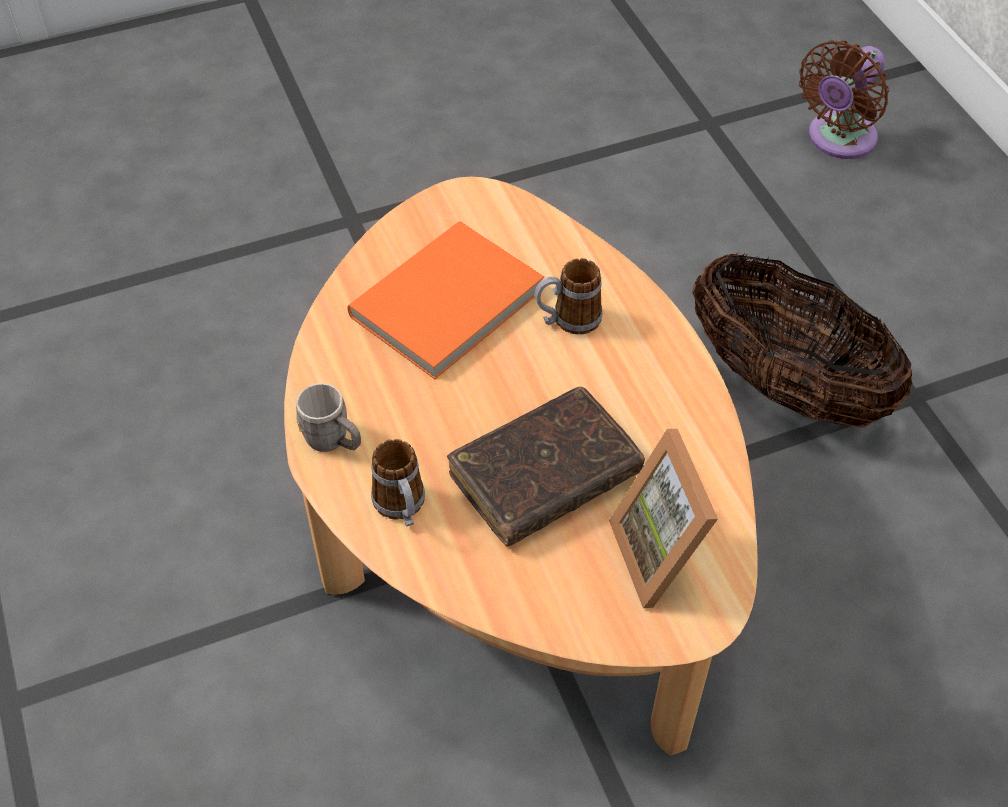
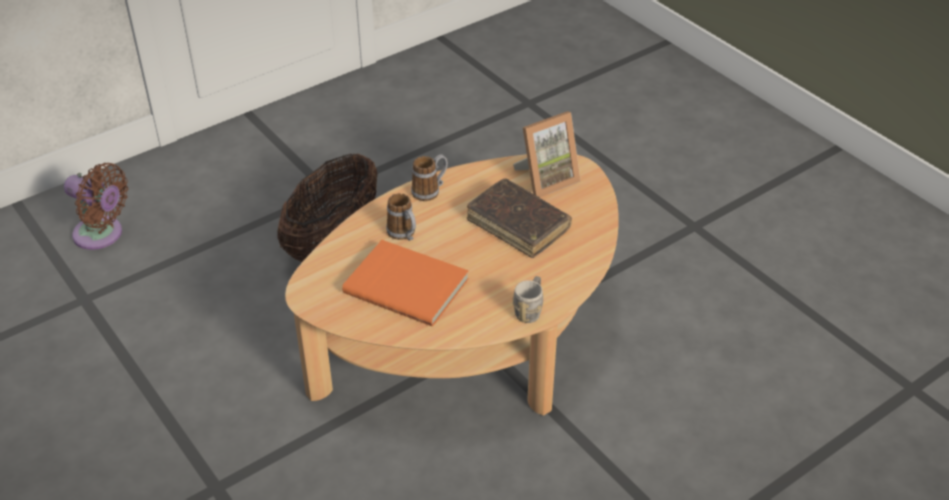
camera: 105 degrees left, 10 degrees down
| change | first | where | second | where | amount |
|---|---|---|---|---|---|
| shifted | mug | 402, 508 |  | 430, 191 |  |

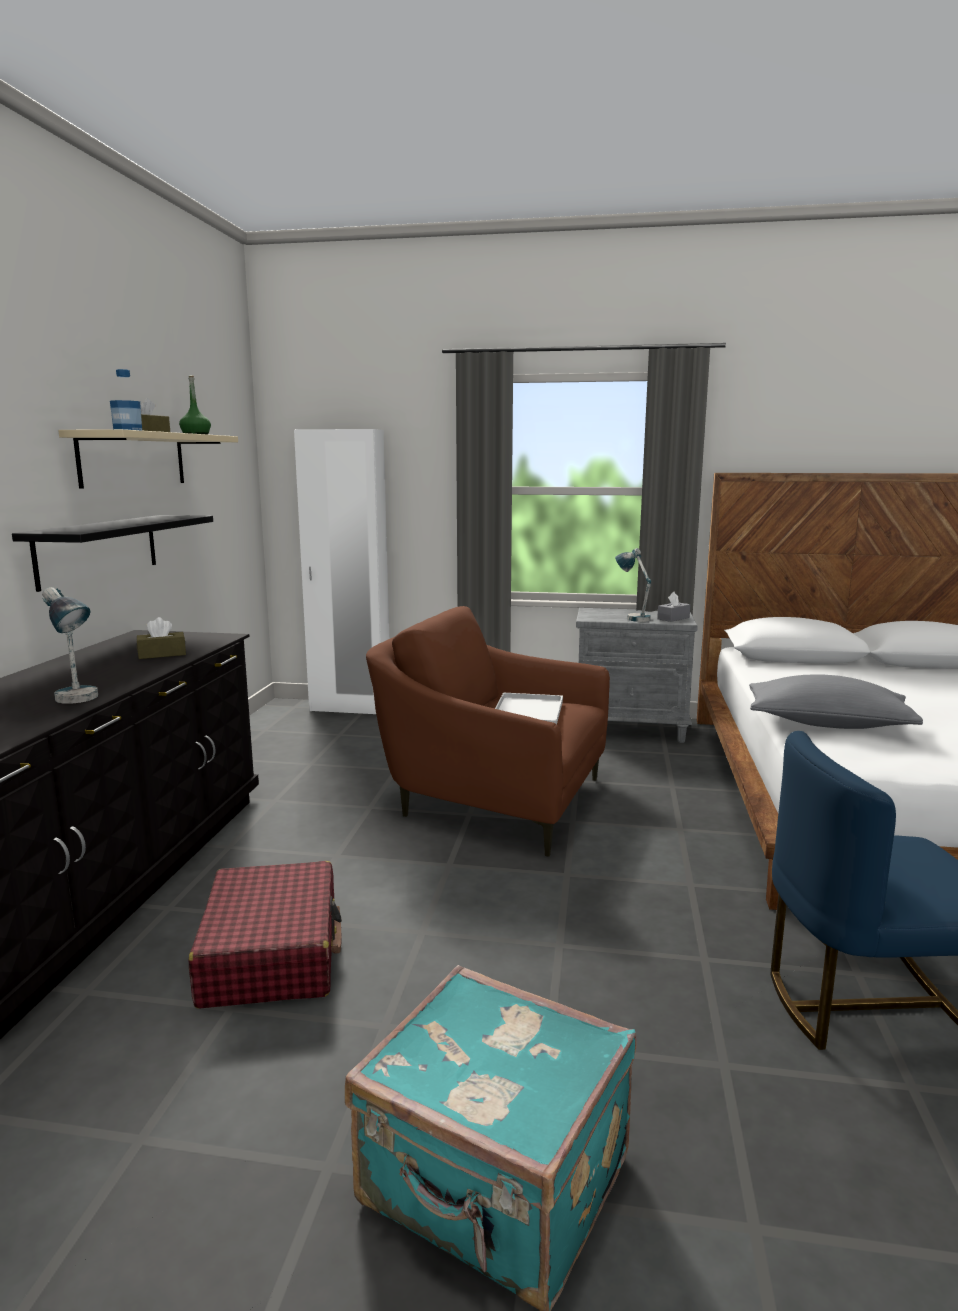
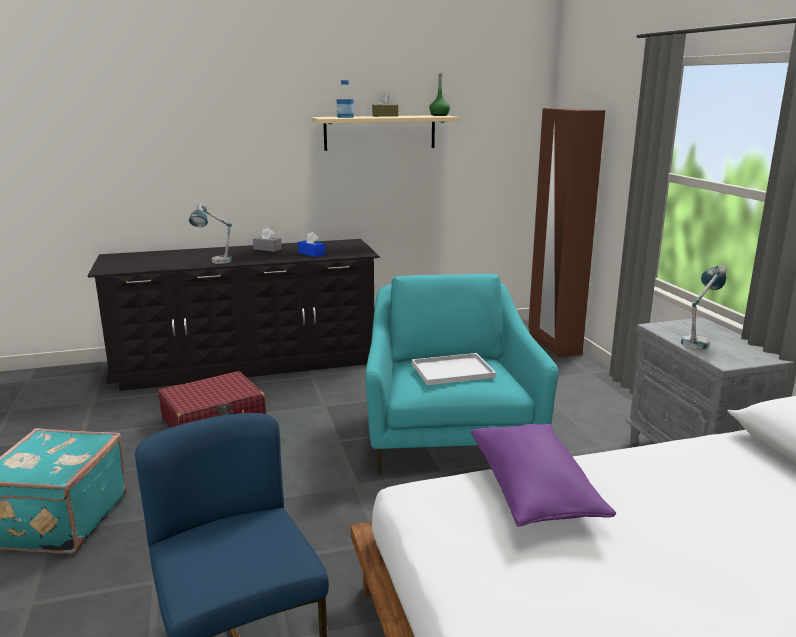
camera: 65 degrees right, 5 degrees up
| change | first | where | second | where | amount |
|---|---|---|---|---|---|
| shifted | boîte à mouchoirs [gris] | 673, 618 |  | 267, 249 |  |
| repainted | boîte à mouchoirs [marron] | 162, 654 | boîte à mouchoirs [bleu] | 311, 253 |  |
| repainted | fauteuil [marron] | 493, 800 | fauteuil [turquoise] | 449, 433 |  |
| repainted | coussin [gris] | 827, 724 | coussin [violet] | 534, 491 |  |
| repainted | armoire [blanc] | 350, 708 | armoire [marron] | 553, 344 |  |
| gone | étagère [noir] | 99, 549 |  |  |  |

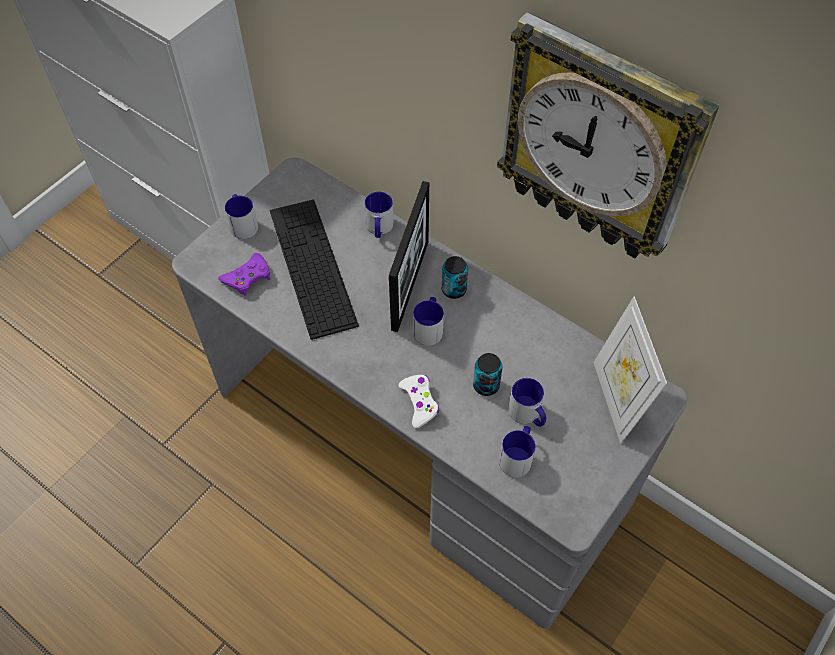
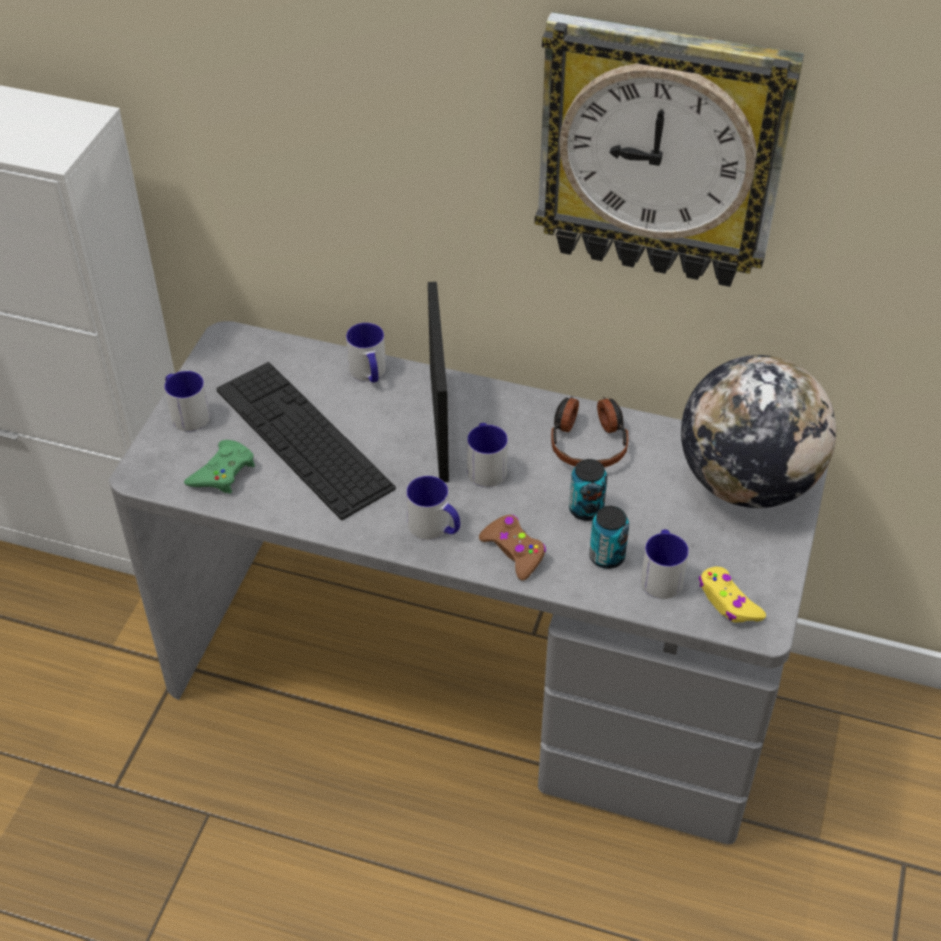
camera: 20 degrees left, 10 degrees down
| change | first | where | second | where | amount |
|---|---|---|---|---|---|
| repainted | manette [violet] | 247, 277 | manette [vert] | 223, 472 |  |
| shifted | mug | 527, 415 |  | 435, 528 |  |
| repainted | manette [blanc] | 419, 402 | manette [marron] | 514, 551 |  |
| new |  |  | casque audio | 588, 441 |  |
| shifted | boîte métallique | 454, 289 |  | 607, 557 |  |
| swapped | cadre photo | 616, 400 | globe | 746, 482 |  |
| new |  |  | manette [jaune] | 728, 602 |  |

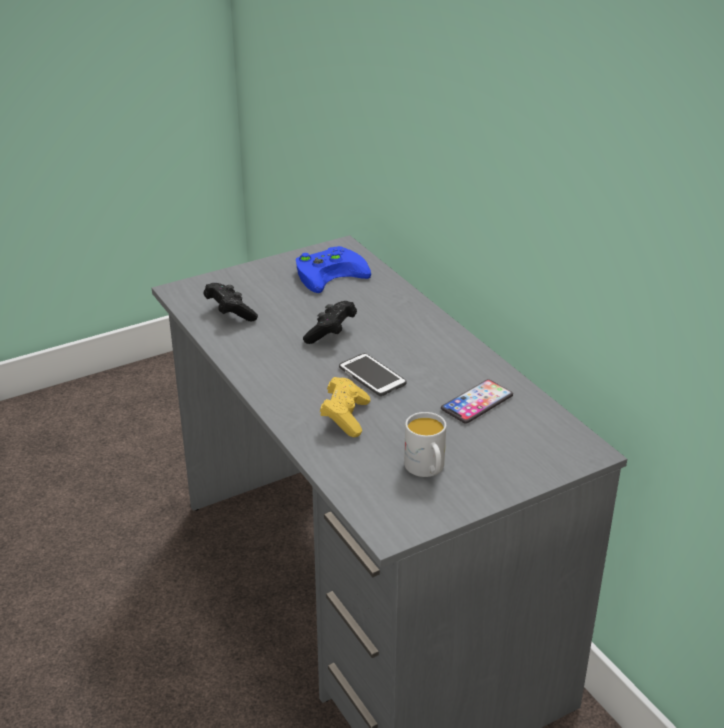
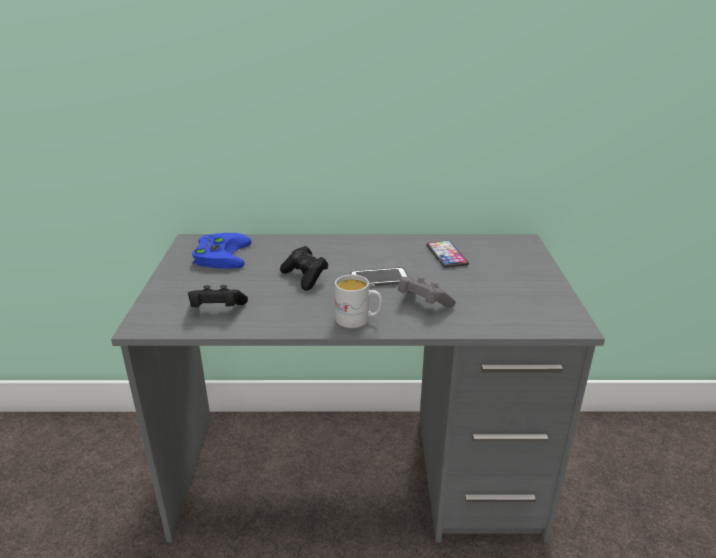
camera: 60 degrees left, 5 degrees down
| change | first | where | second | where | amount |
|---|---|---|---|---|---|
| shifted | mug [blanc] | 427, 469 |  | 358, 320 |  |
| repainted | manette [jaune] | 345, 417 | manette [gris] | 423, 303 |  |

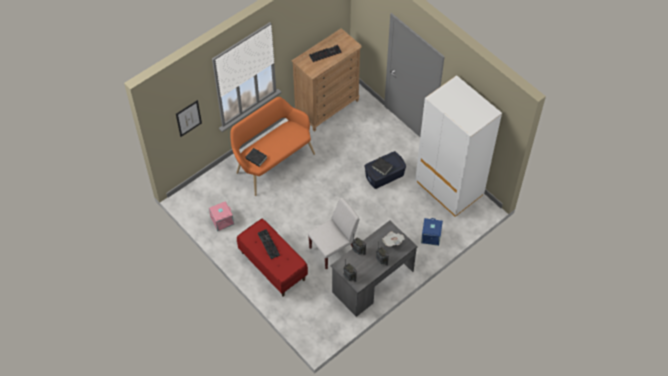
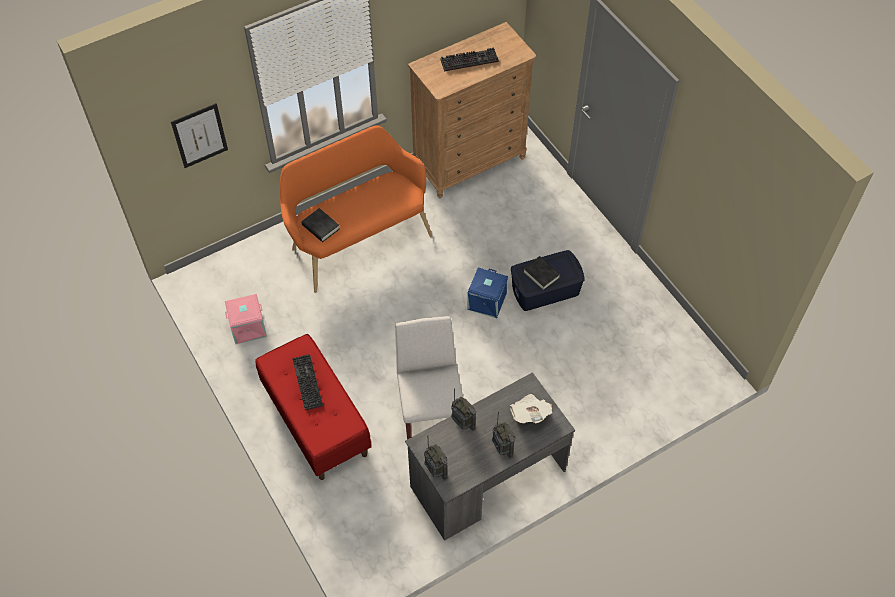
camera: 10 degrees right, 0 degrees up
| change | first | where | second | where | amount |
|---|---|---|---|---|---|
| rotated | chaise [blanc] | 333, 249 |  | 429, 407 | 75 degrees counterclockwise |
| shifted | boîte de rangement [bleu] | 431, 236 |  | 487, 302 |  |
| gone | armoire [blanc] | 449, 189 |  |  |  |

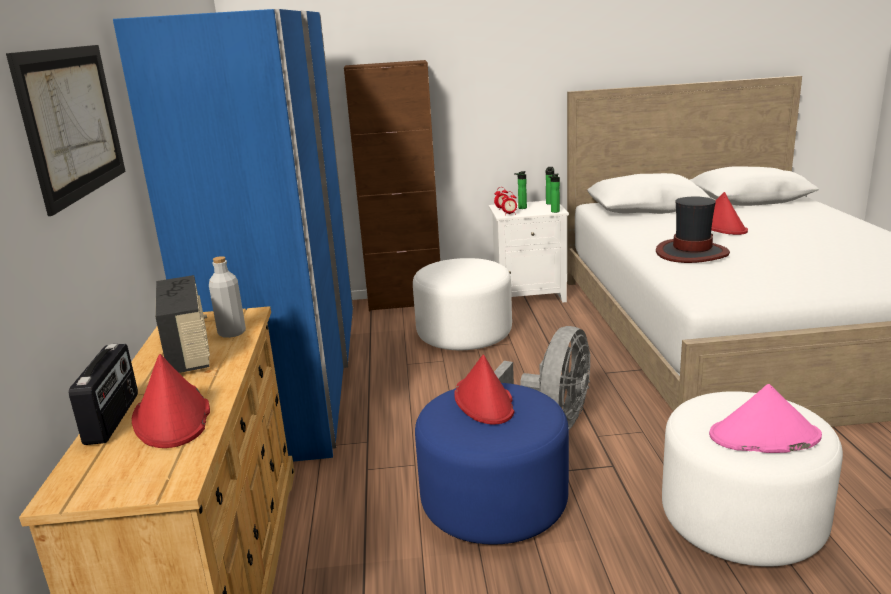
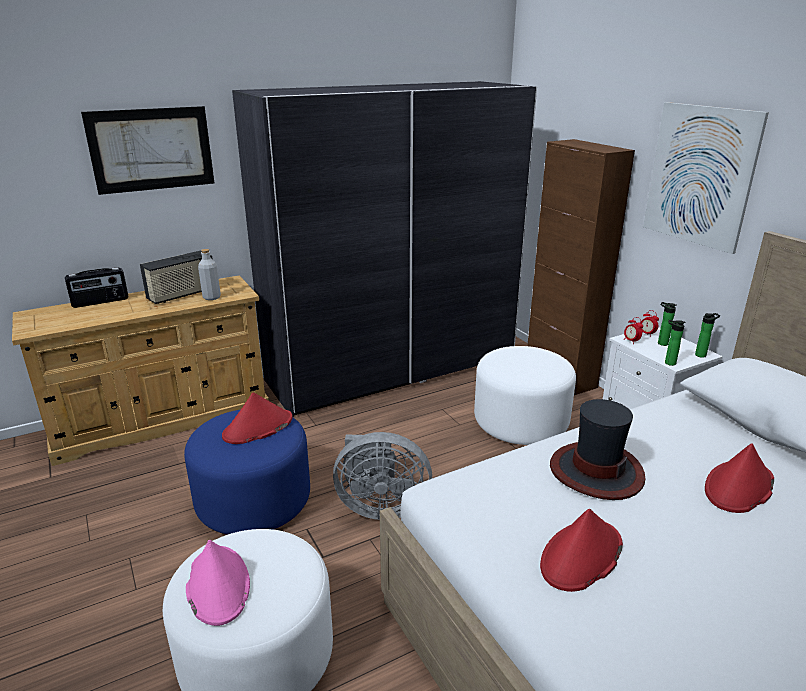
camera: 65 degrees right, 5 degrees up
| change | first | where | second | where | amount |
|---|---|---|---|---|---|
| repainted | armoire [bleu] | 292, 376 | armoire [gris] | 392, 369 |  |
| shifted | chapeau [rouge] | 172, 417 |  | 581, 556 |  |
| new |  |  | tableau | 700, 176 |  |

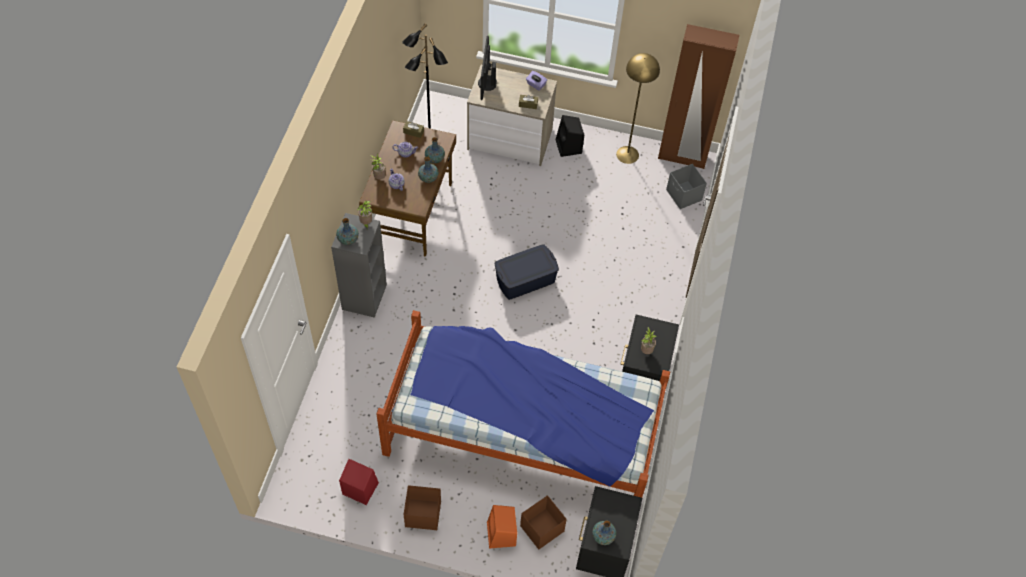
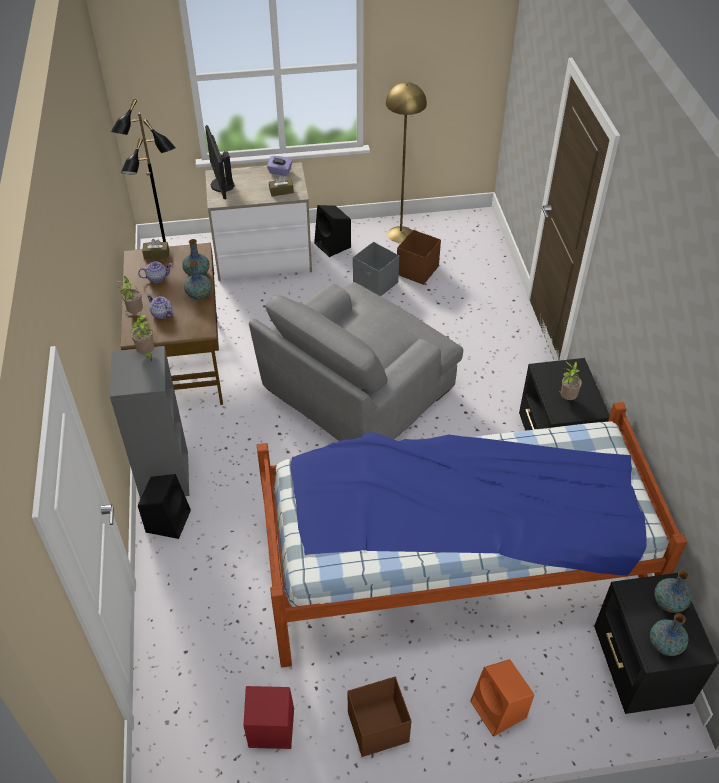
camera: 20 degrees left, 10 degrees down
| change | first | where | second | where | amount |
|---|---|---|---|---|---|
| new |  |  | enceinte [noir] | 168, 520 |  |
| swapped | boîte de rangement [bleu] | 525, 279 | fauteuil [gris] | 357, 389 |  |
| shifted | boîte de rangement [gris] | 684, 195 |  | 375, 284 |  |
| shifted | boîte de rangement [marron] | 541, 529 |  | 416, 271 |  |
| shifted | vase | 348, 239 |  | 668, 602 |  |
| gone | armoire [marron] | 682, 157 |  |  |  |

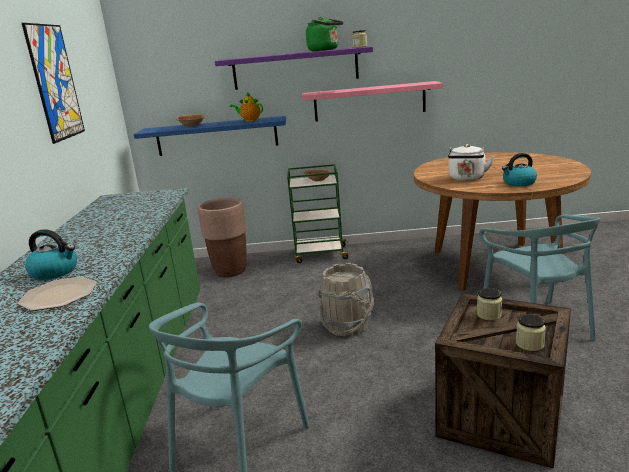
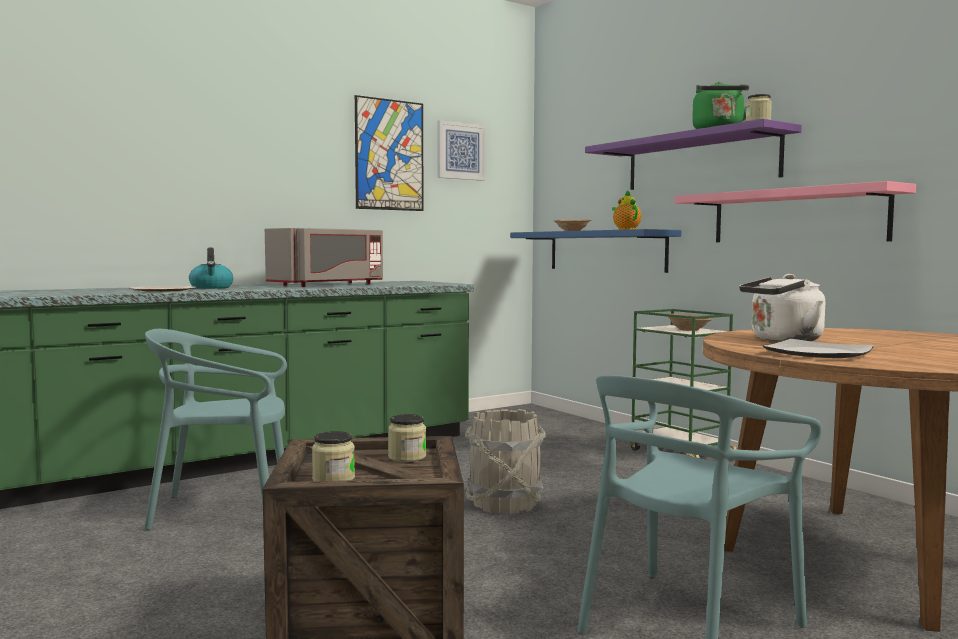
camera: 55 degrees right, 15 degrees down
| change | first | where | second | where | amount |
|---|---|---|---|---|---|
| new |  |  | micro-ondes [gris] | 328, 285 |  |
| new |  |  | tableau | 461, 151 |  |
| swapped | bouilloire | 518, 183 | assiette | 818, 353 |  |
| gone | cache-pot [marron] | 230, 271 |  |  |  |

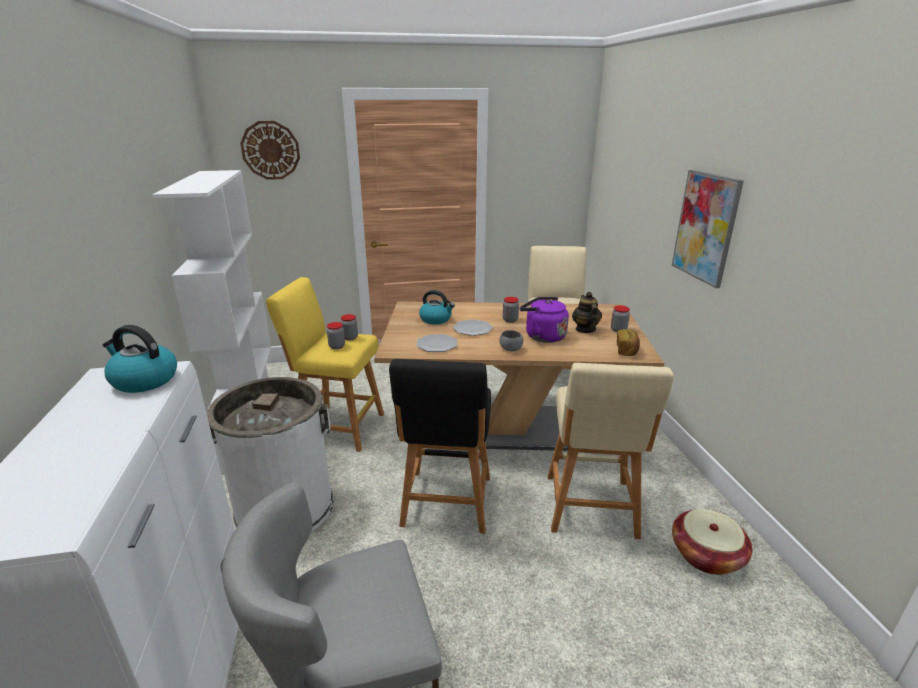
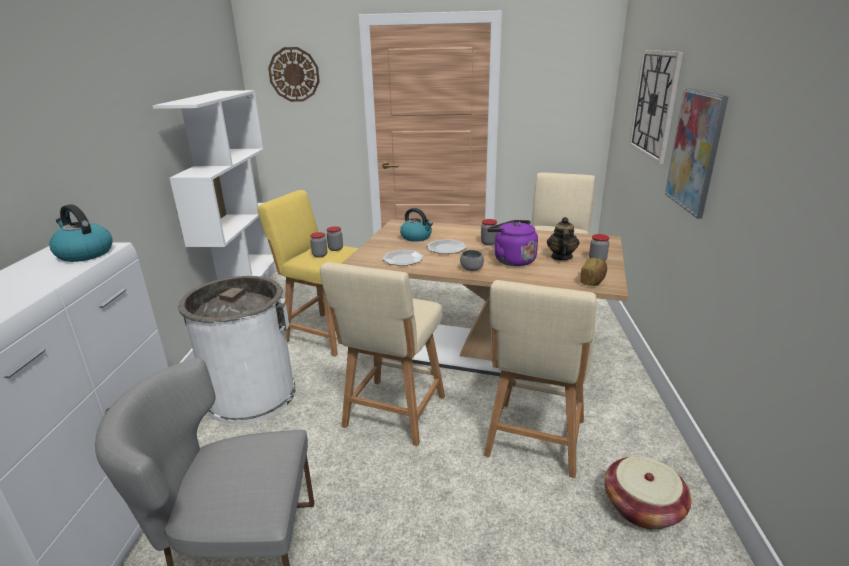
camera: 15 degrees right, 0 degrees up
| change | first | where | second | where | amount |
|---|---|---|---|---|---|
| repainted | tabouret [noir] | 446, 505 | tabouret [beige] | 392, 414 |  |
| new |  |  | horloge murale | 654, 104 |  |

